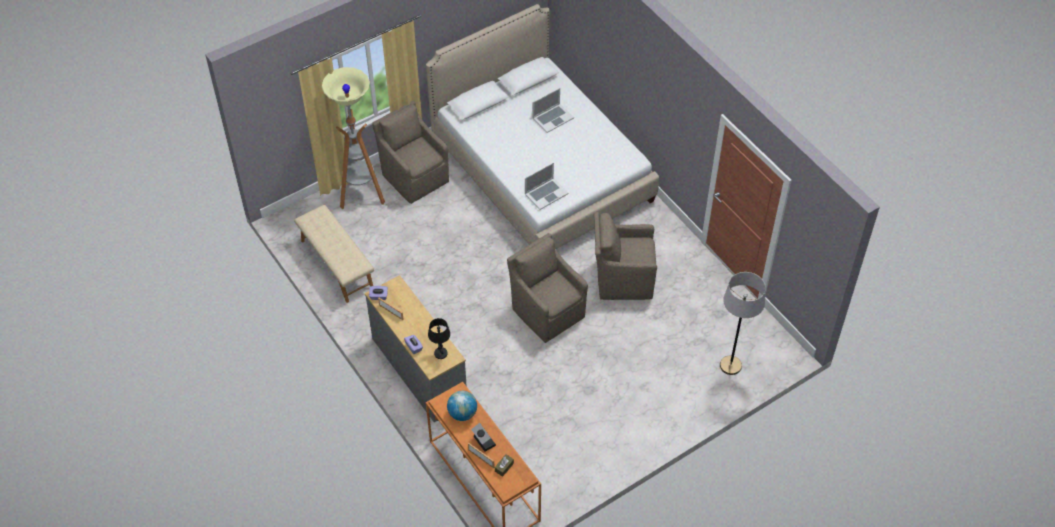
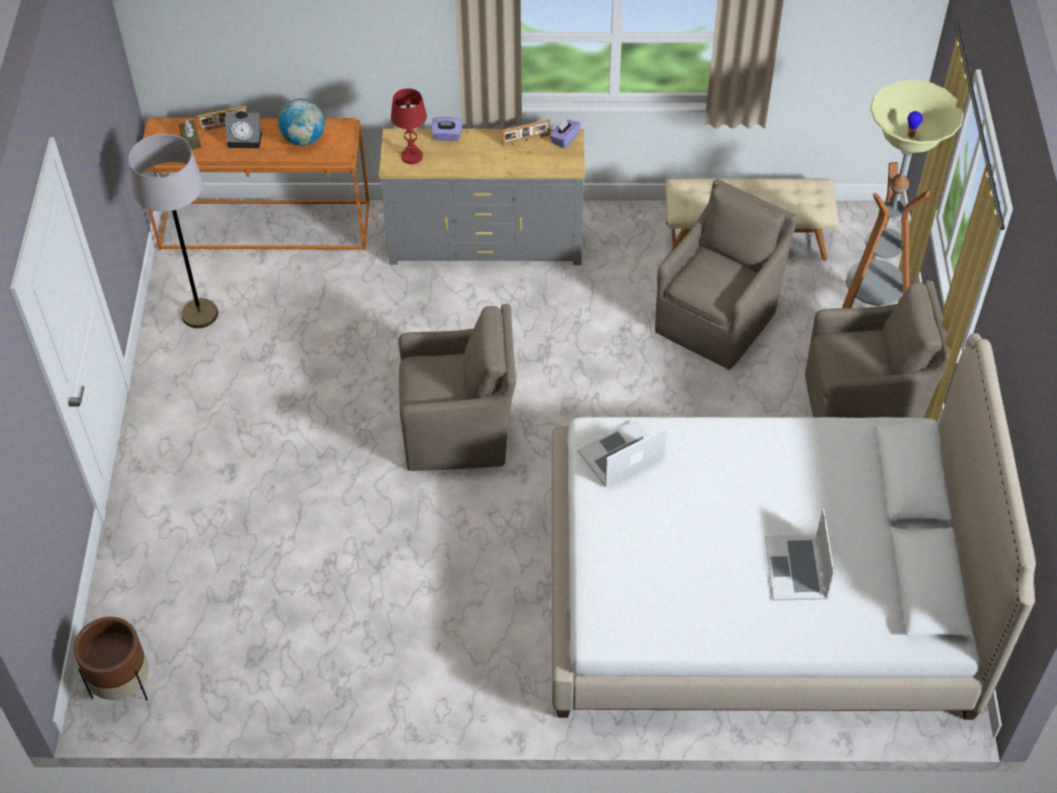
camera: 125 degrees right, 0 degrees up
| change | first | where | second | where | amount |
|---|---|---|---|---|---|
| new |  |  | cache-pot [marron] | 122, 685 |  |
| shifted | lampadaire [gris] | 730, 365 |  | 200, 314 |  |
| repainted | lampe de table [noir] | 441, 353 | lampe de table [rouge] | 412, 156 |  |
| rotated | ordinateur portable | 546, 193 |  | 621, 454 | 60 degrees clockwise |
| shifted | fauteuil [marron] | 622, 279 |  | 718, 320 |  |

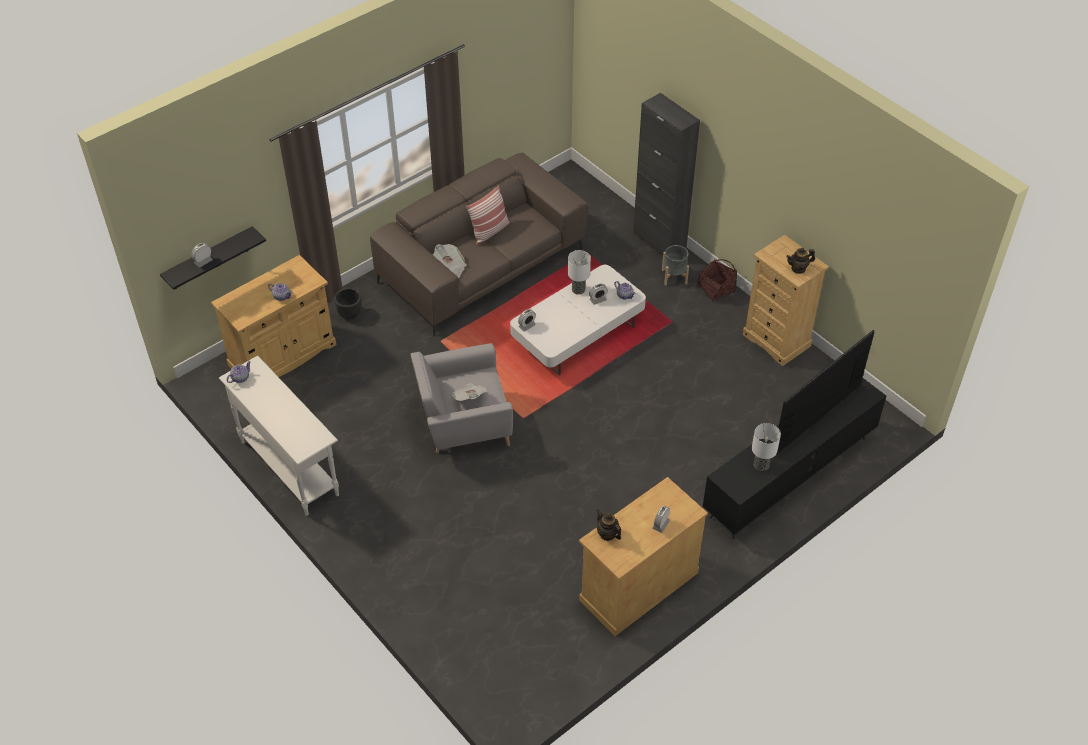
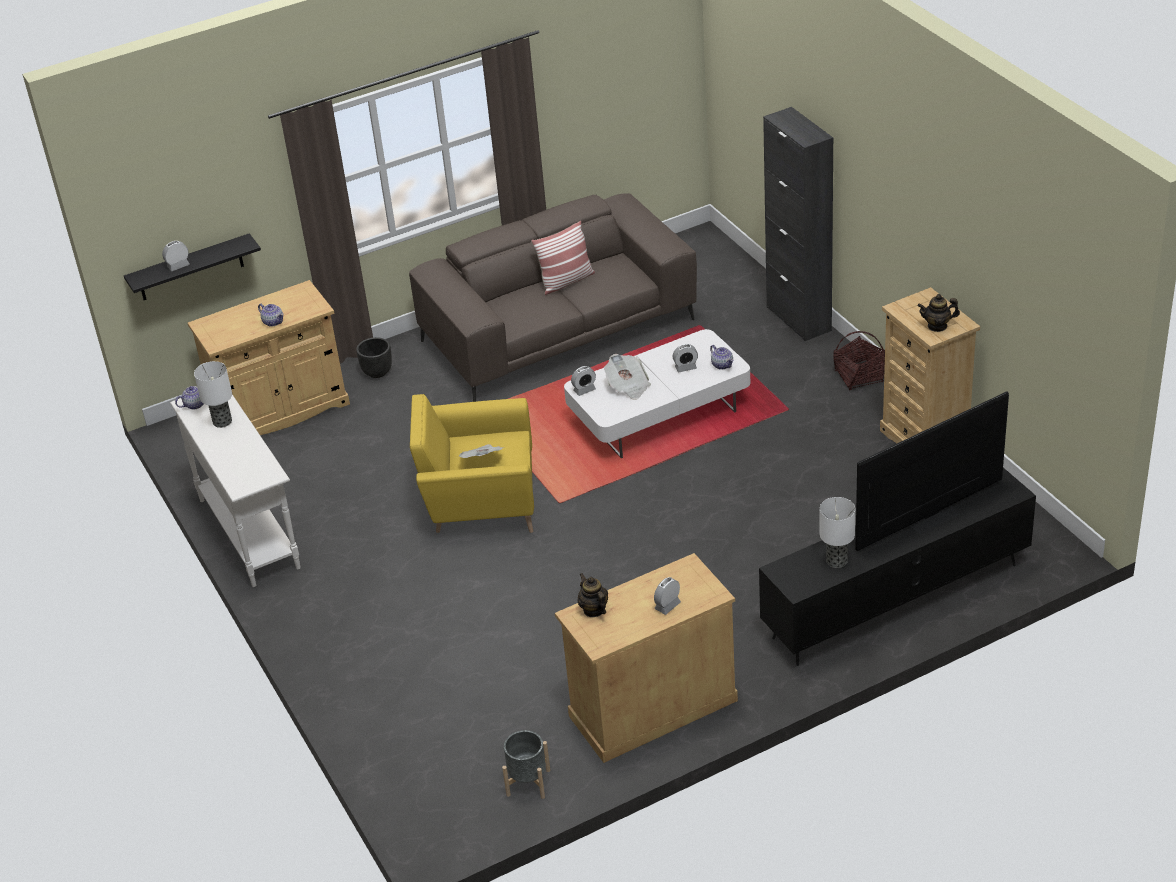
camera: 15 degrees right, 10 degrees down
| change | first | where | second | where | amount |
|---|---|---|---|---|---|
| shifted | lampe de table | 578, 289 |  | 222, 421 |  |
| repainted | fauteuil [gris] | 463, 425 | fauteuil [jaune] | 480, 504 |  |
| shifted | cache-pot [gris] | 674, 276 |  | 528, 782 |  |
| shifted | journal | 450, 267 |  | 628, 386 |  |

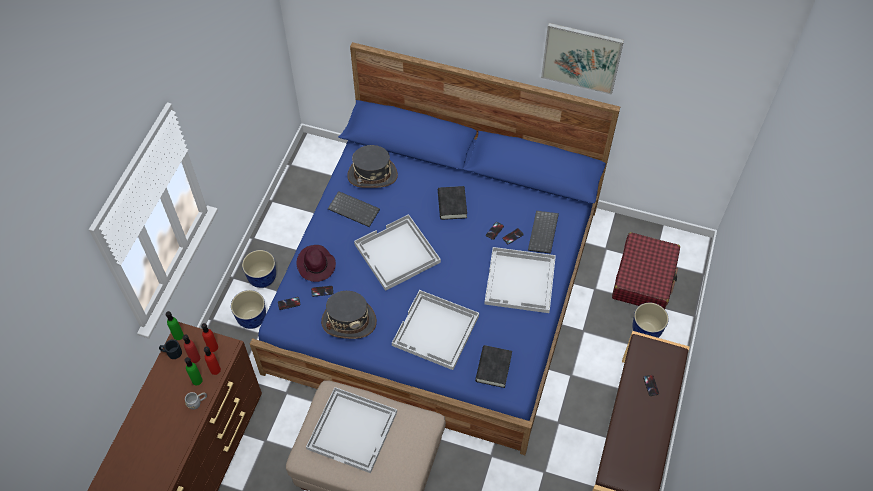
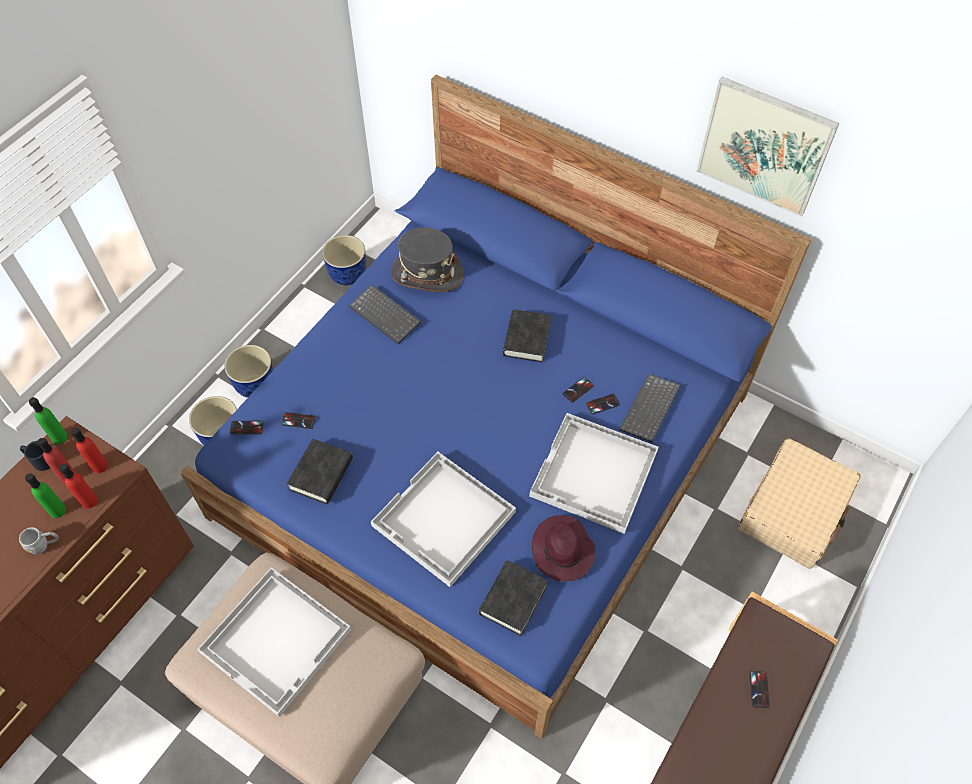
camera: 15 degrees right, 0 degrees up
| change | first | where | second | where | amount |
|---|---|---|---|---|---|
| swapped | chapeau [gris] | 349, 321 | livre [noir] | 321, 474 |  |
| shifted | cache-pot | 646, 331 |  | 348, 275 |  |
| shifted | chapeau [violet] | 316, 265 |  | 563, 551 |  |
| repainted | valise [rouge] | 644, 278 | valise [beige] | 794, 510 |  |
| gone | plateau [blanc] | 397, 254 |  |  |  |

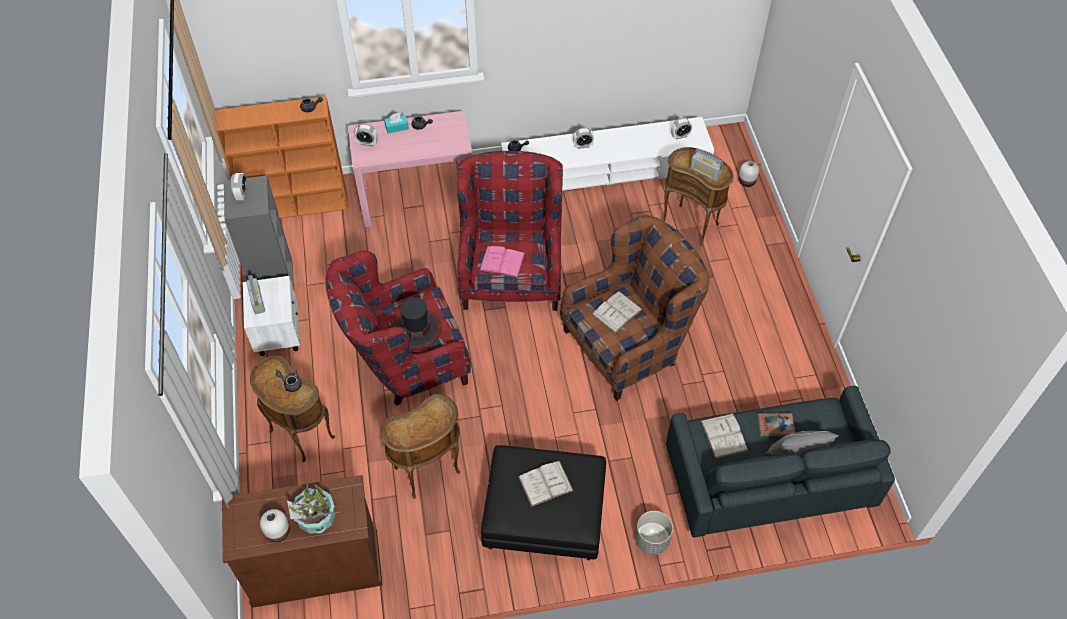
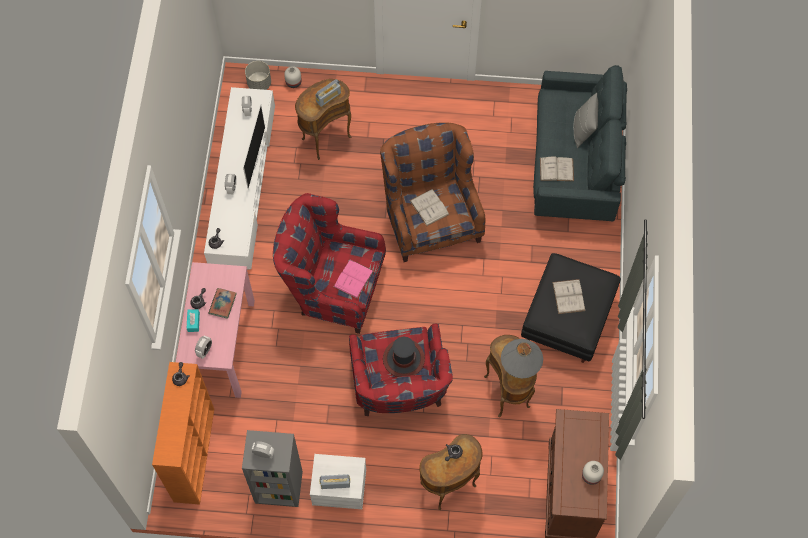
camera: 75 degrees left, 10 degrees up
| change | first | where | second | where | amount |
|---|---|---|---|---|---|
| shifted | livre | 775, 426 |  | 222, 304 |  |
| new |  |  | téléviseur | 254, 160 |  |
| shifted | cache-pot [gris] | 651, 540 |  | 259, 84 |  |
| new |  |  | lampe de table [gris] | 519, 370 |  |
| gone | plante en pot | 316, 517 |  |  |  |

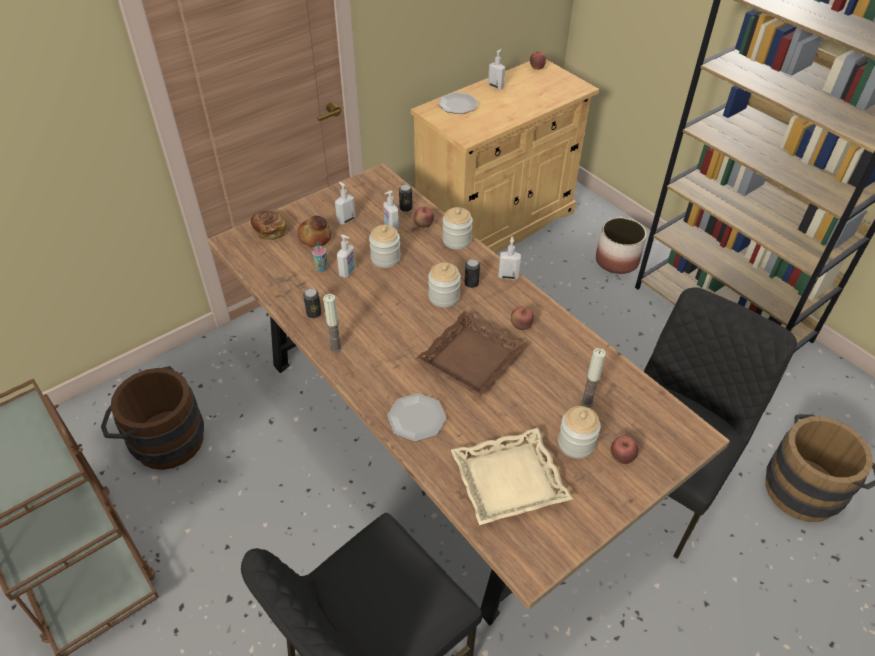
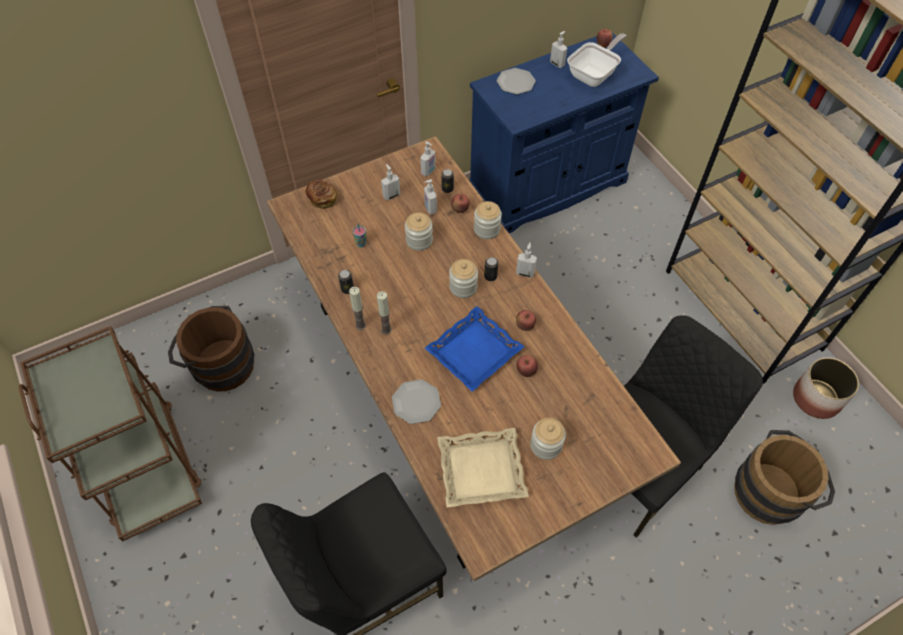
camera: 10 degrees right, 10 degrees up
| change | first | where | second | where | amount |
|---|---|---|---|---|---|
| shifted | bougie | 587, 402 |  | 386, 330 |  |
| shifted | distributeur de savon | 348, 272 |  | 428, 171 |  |
| repainted | plateau [marron] | 470, 358 | plateau [bleu] | 473, 351 |  |
| repainted | meuble de rangement [beige] | 495, 224 | meuble de rangement [bleu] | 547, 186 |  |
| shifted | pomme | 621, 458 |  | 526, 371 |  |
| new |  |  | poêle | 594, 75 |  |
| shifted | cache-pot | 617, 260 |  | 816, 398 |  |
| gone | pain | 315, 237 |  |  |  |

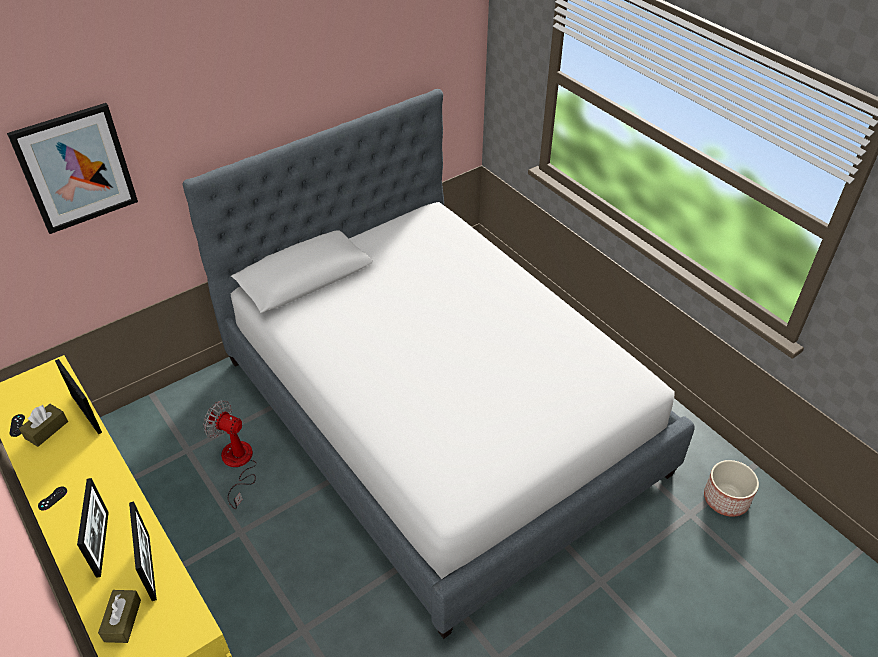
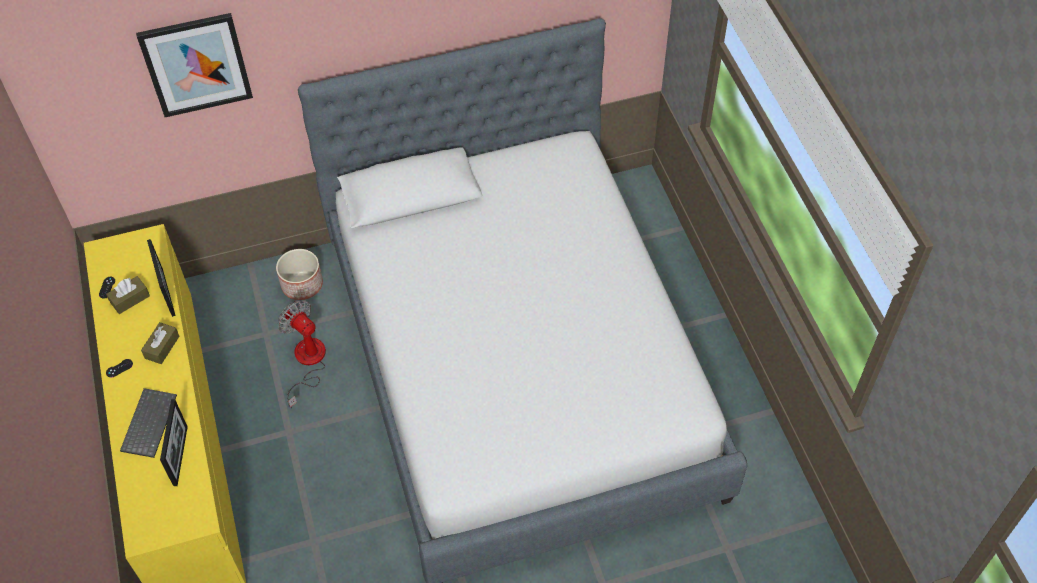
camera: 20 degrees right, 10 degrees up
| change | first | where | second | where | amount |
|---|---|---|---|---|---|
| swapped | cadre photo | 102, 543 | clavier | 148, 422 |  |
| shifted | boîte à mouchoirs [marron] | 122, 620 |  | 162, 347 |  |
| shifted | cache-pot | 726, 498 |  | 302, 284 |  |

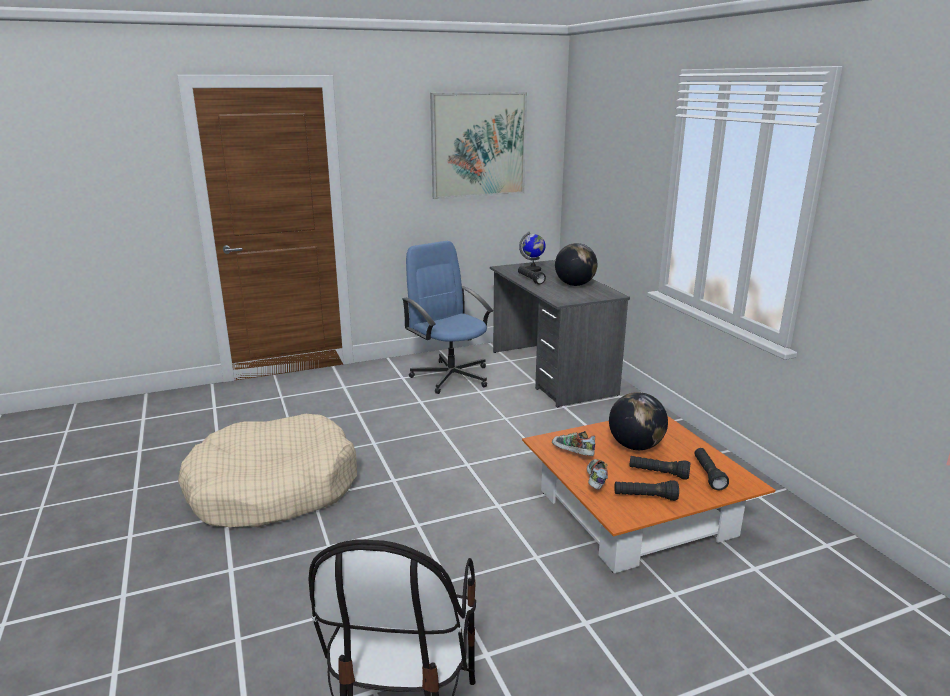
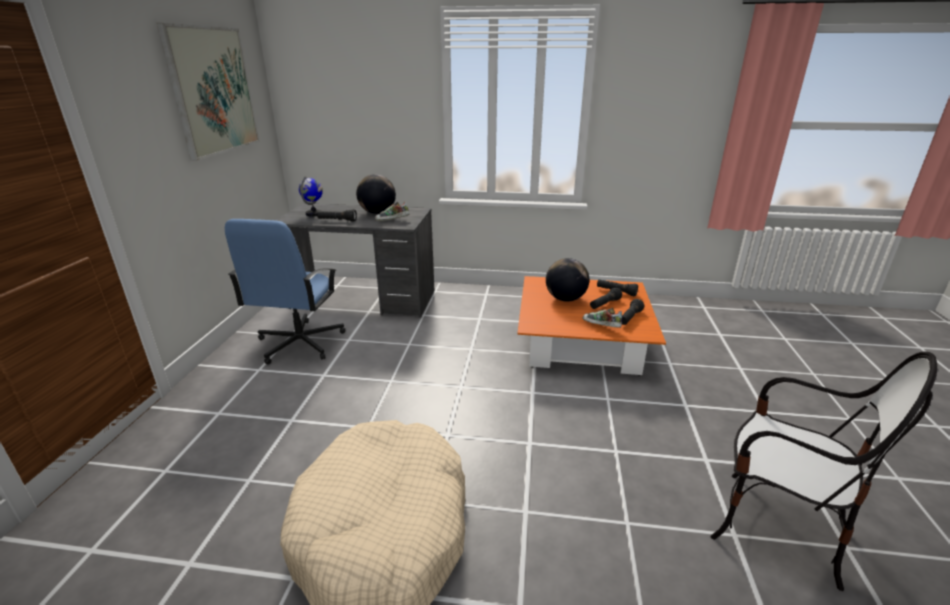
camera: 60 degrees left, 5 degrees up
| change | first | where | second | where | amount |
|---|---|---|---|---|---|
| rotated | chaise de bureau [bleu] | 451, 376 |  | 299, 343 | 75 degrees counterclockwise |
| shifted | chaussure | 572, 454 |  | 392, 221 |  |

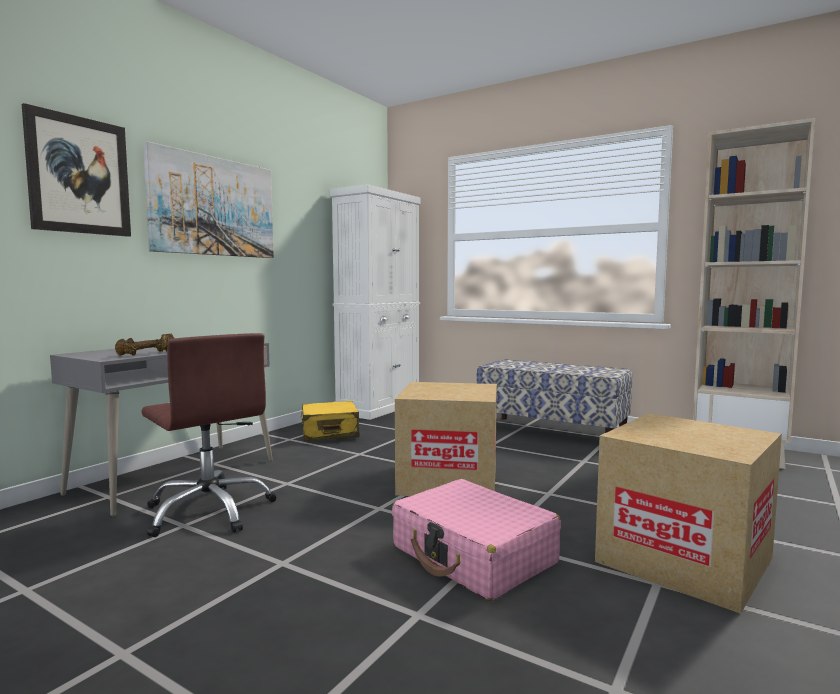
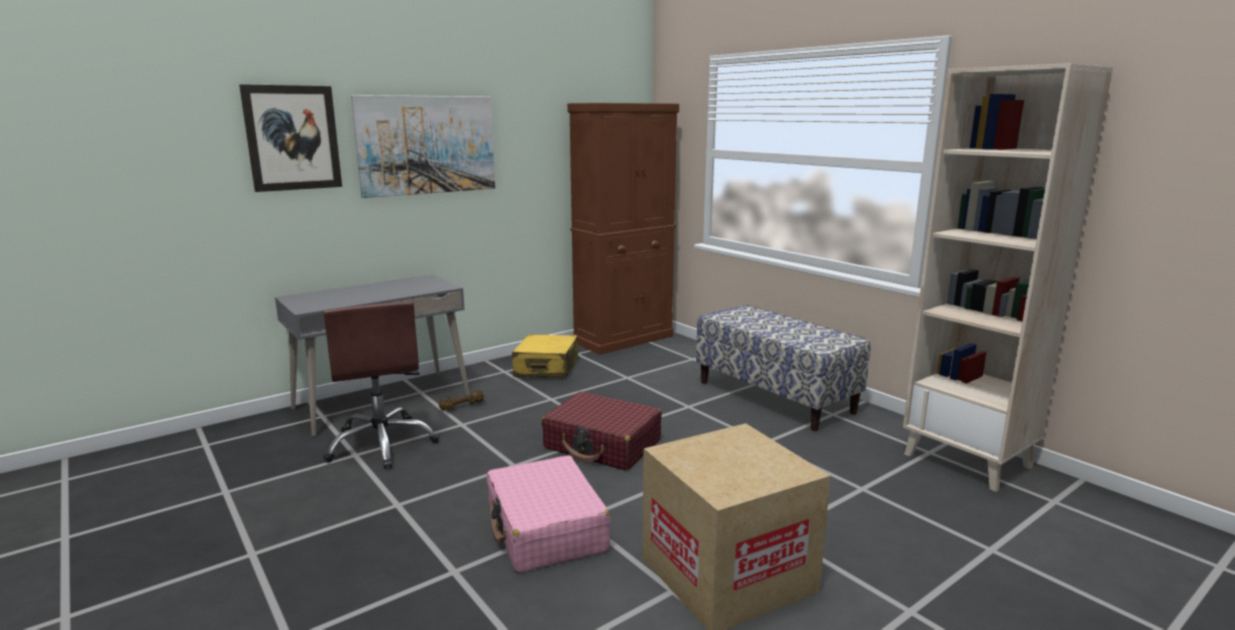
camera: 20 degrees right, 10 degrees up
| change | first | where | second | where | amount |
|---|---|---|---|---|---|
| shifted | haltère [marron] | 147, 354 |  | 462, 407 |  |
| swapped | carton | 448, 480 | valise [rouge] | 602, 445 |  |
| repainted | meuble de rangement [blanc] | 379, 408 | meuble de rangement [marron] | 623, 339 |  |

